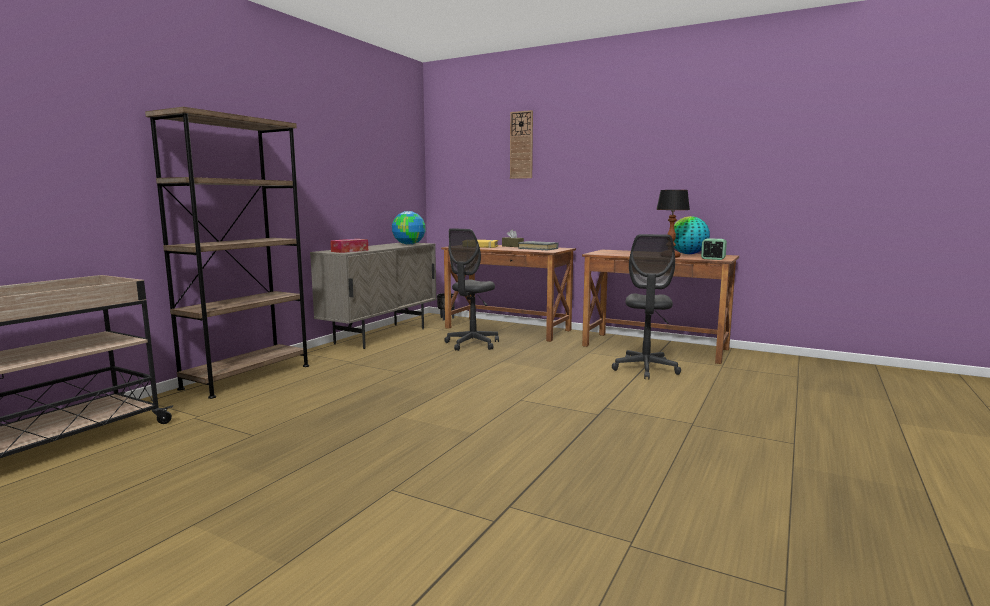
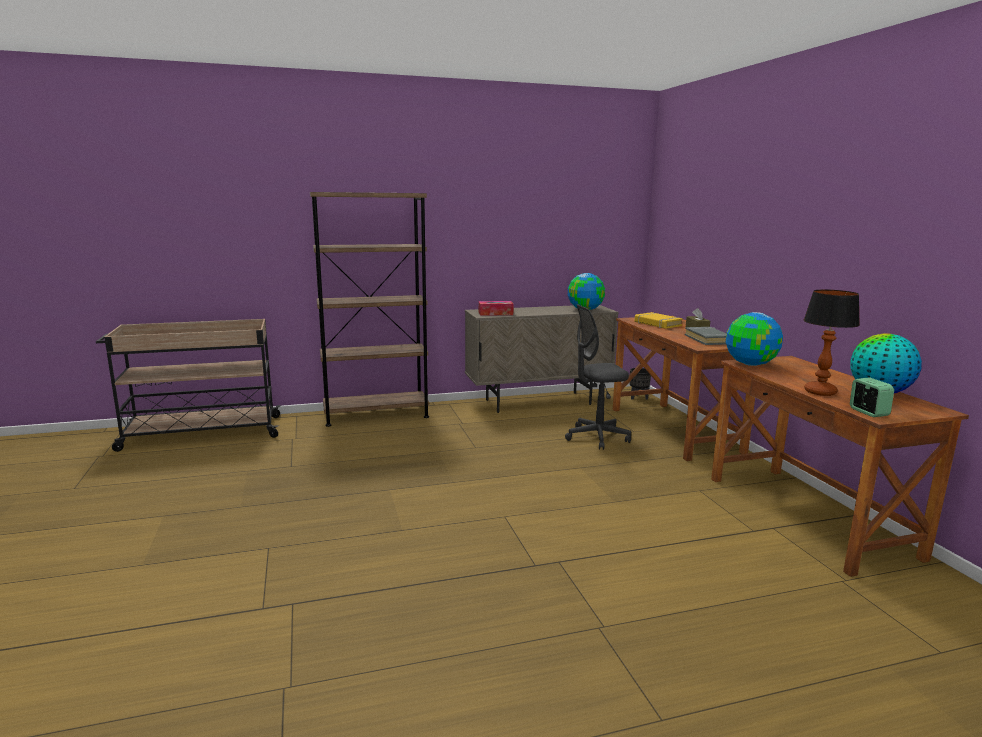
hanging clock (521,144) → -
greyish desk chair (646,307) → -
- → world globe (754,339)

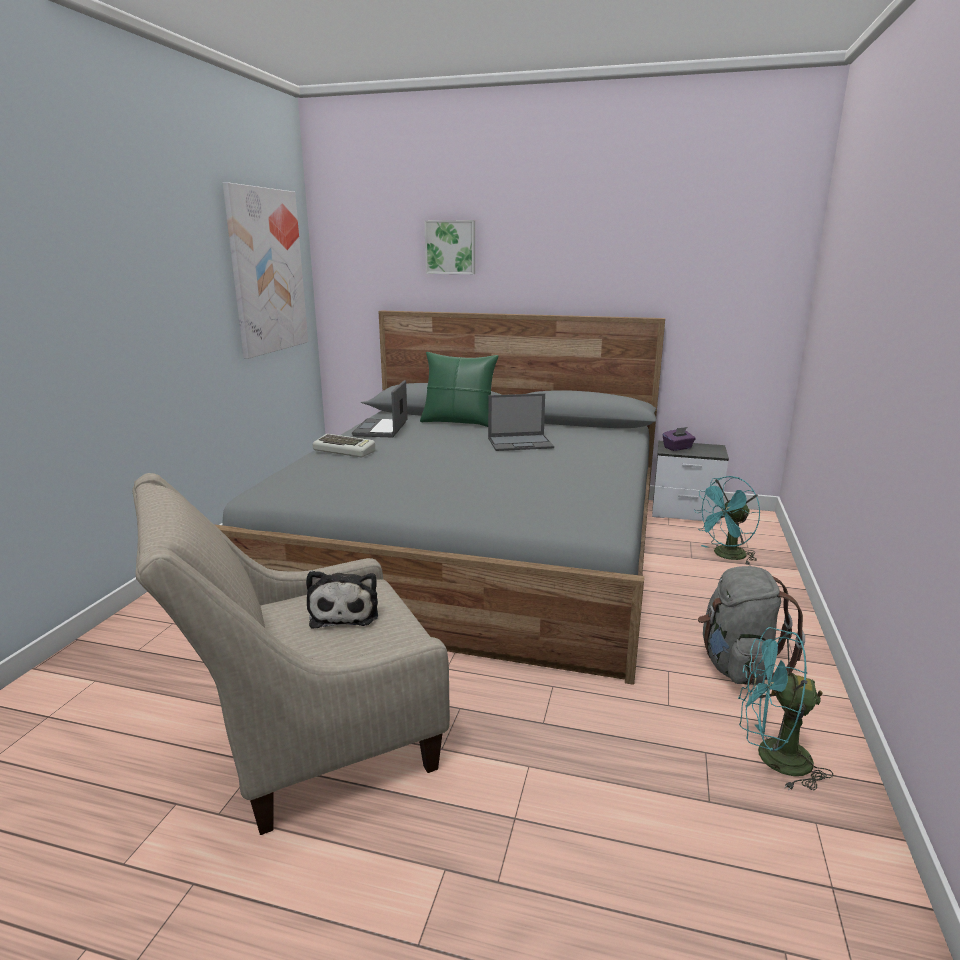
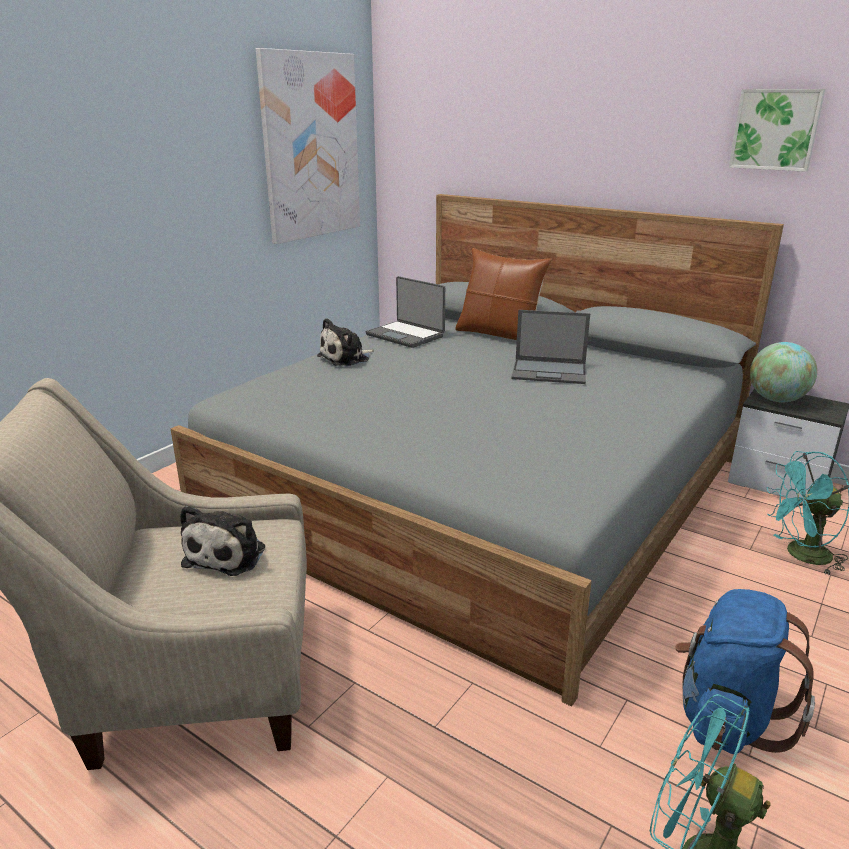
wall art (449,247) → wall art (777,130), shifted
computer keyboard (344,446) → plush toy (345,342)
purplish tissue box (679,439) → world globe (783,372)
green throw pillow (459,389) → brown throw pillow (503,294)
greyish backpack (751,625) → blue backpack (745,671)
notebook computer (380,408) → notebook computer (405,312), 75 degrees counterclockwise

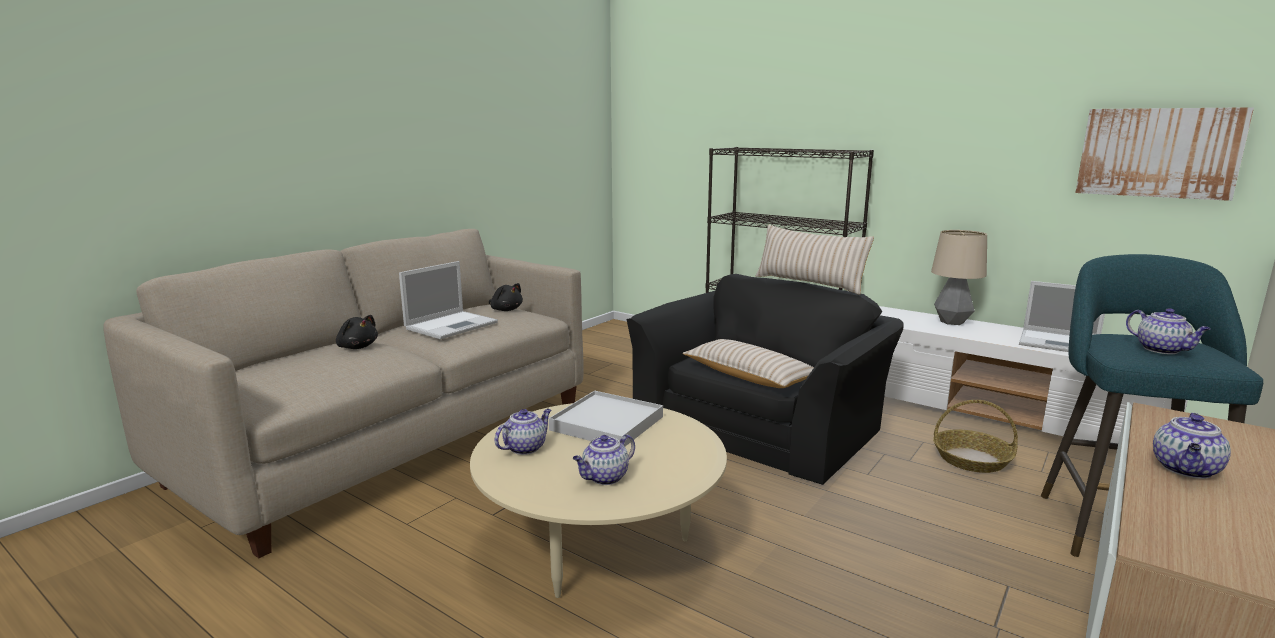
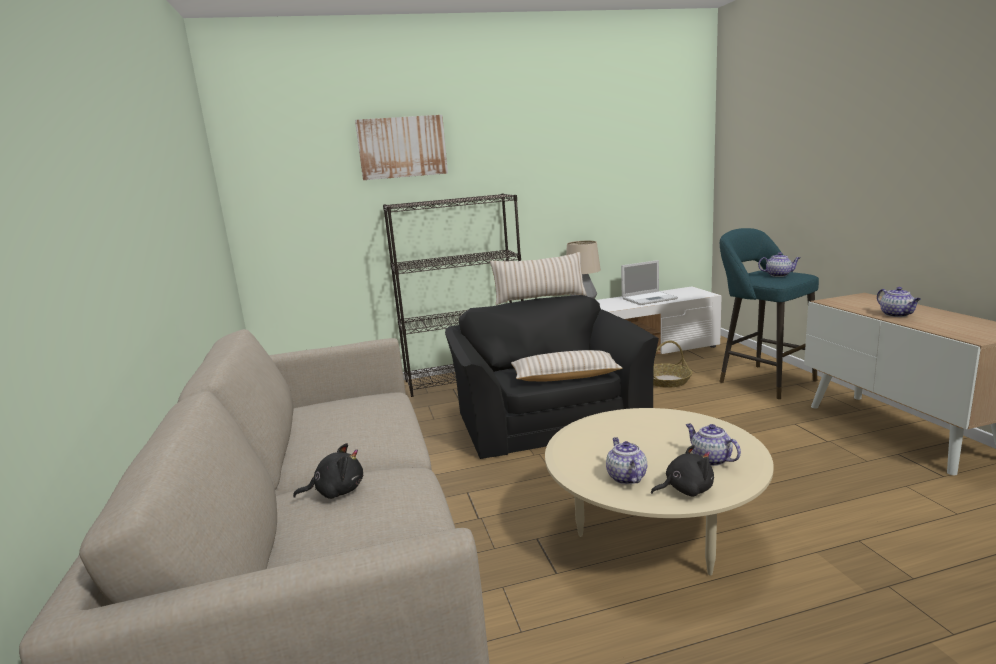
notebook computer (448,300) → -
white-coloured carrying tray (606,419) → -
black-coloured plush toy (506,297) → black-coloured plush toy (682,471), shifted
wall art (1165,154) → wall art (401,147), shifted
pot for tea (604,459) → pot for tea (713,445), 150 degrees clockwise

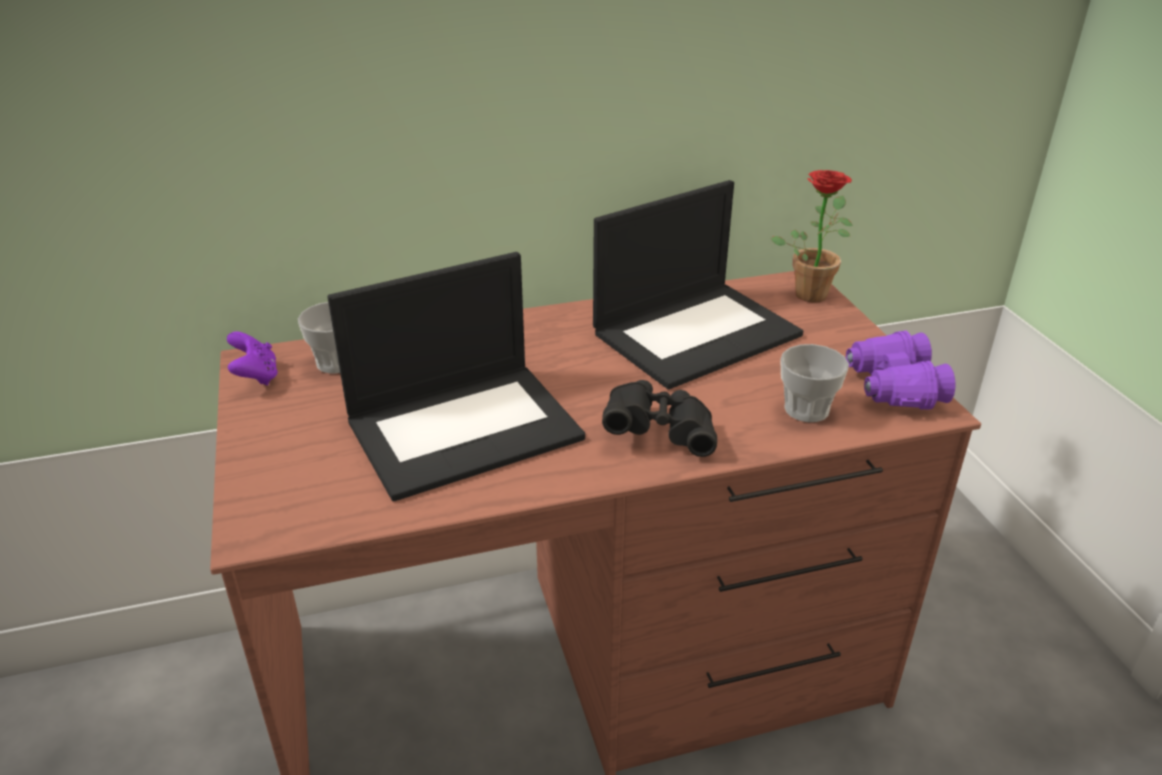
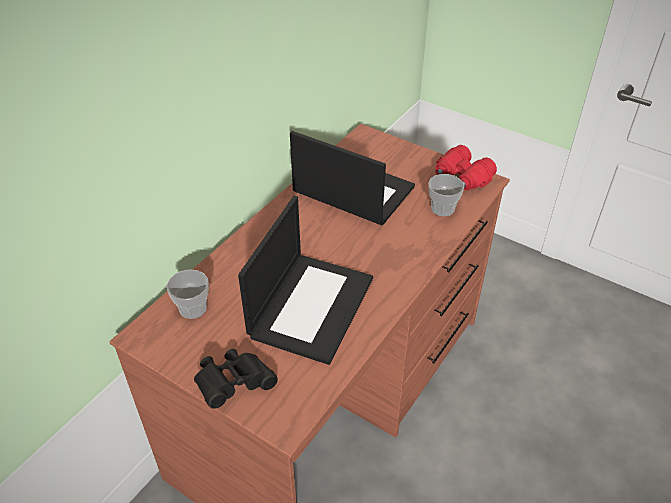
purplish game controller (252,359) → -
potted plant (811,236) → -
black-coloured pair of binoculars (659,418) → black-coloured pair of binoculars (236,379), shifted
purplish pair of binoculars (900,370) → red-coloured pair of binoculars (466,167)
notebook computer (698,284) → notebook computer (352,178), 75 degrees counterclockwise

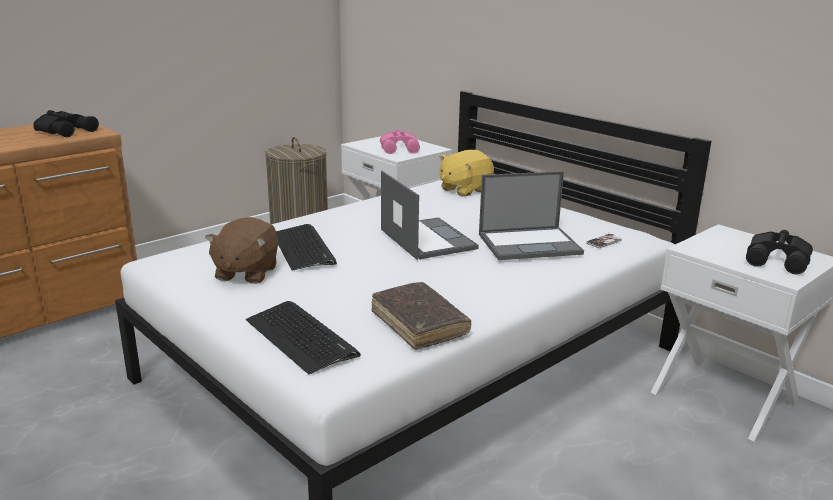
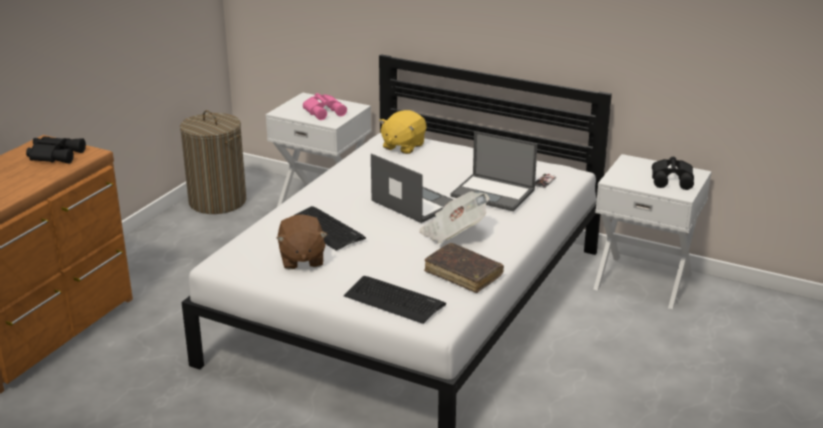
- → newspaper (454,217)
notebook computer (531,215) → notebook computer (493,171), 60 degrees clockwise

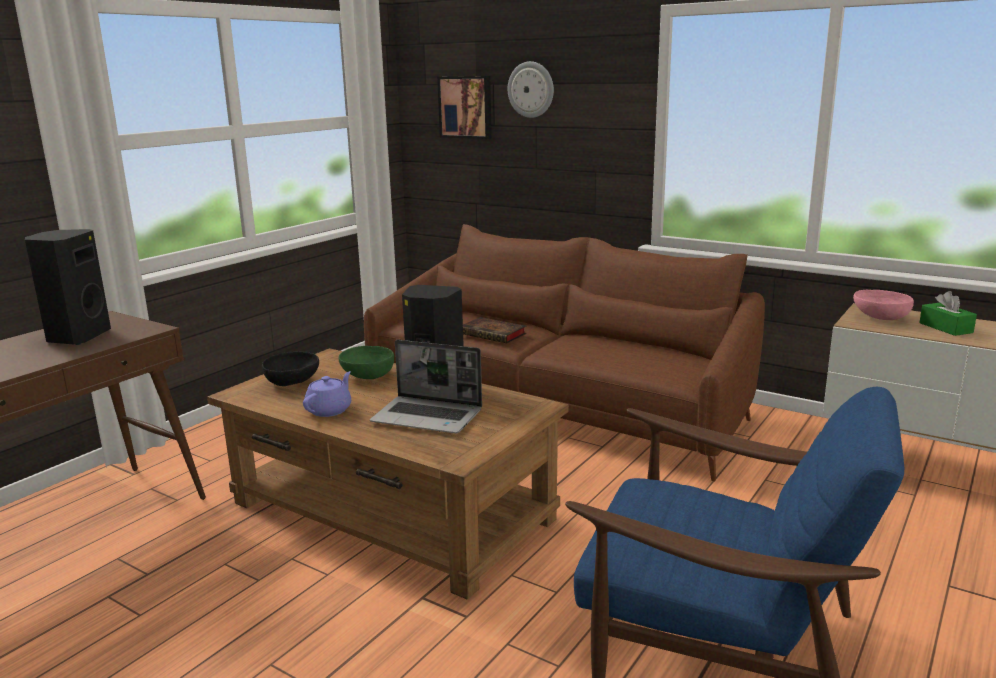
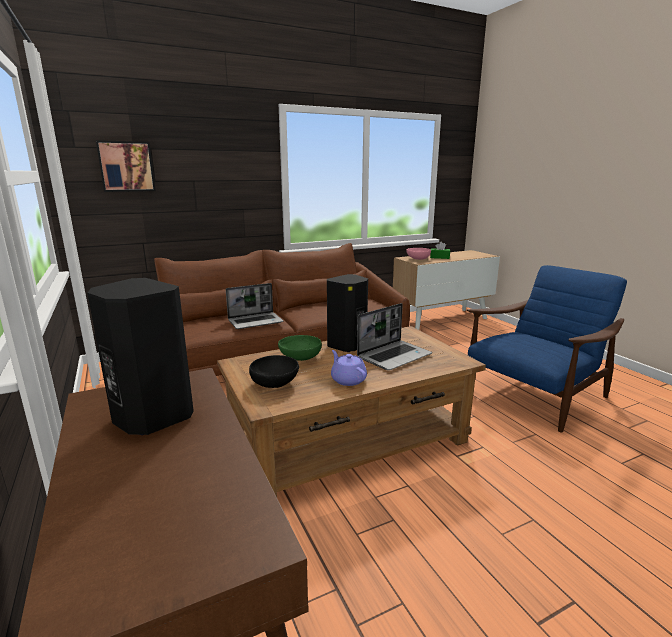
hanging clock (531,89) → -
bound book (494,330) → notebook computer (255,306)

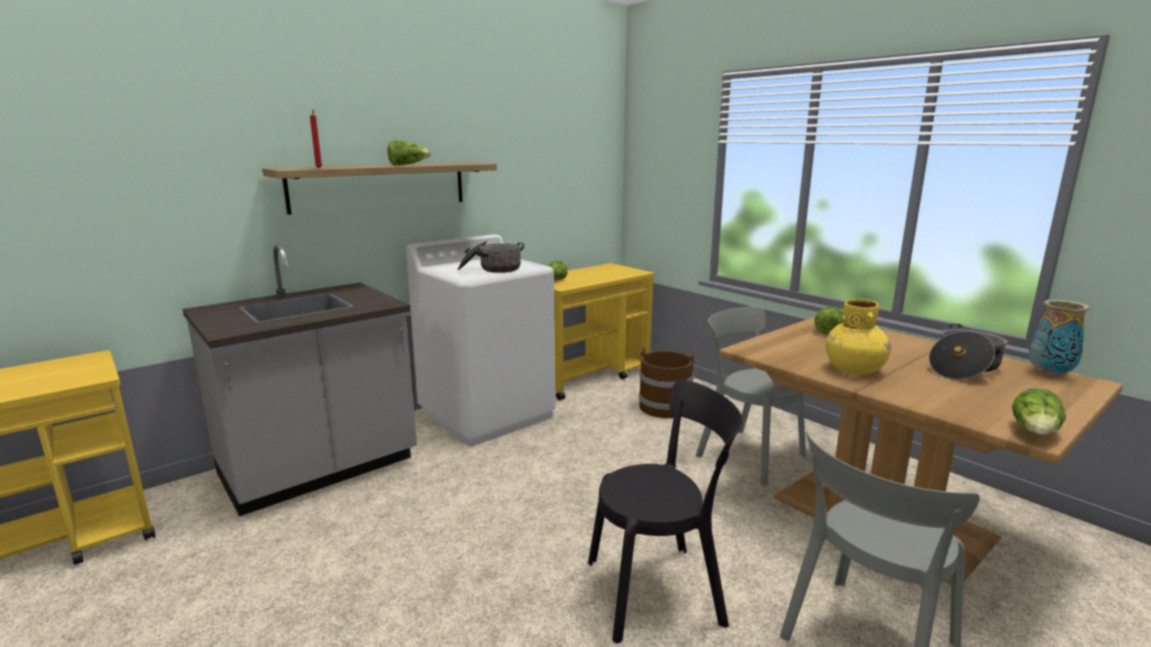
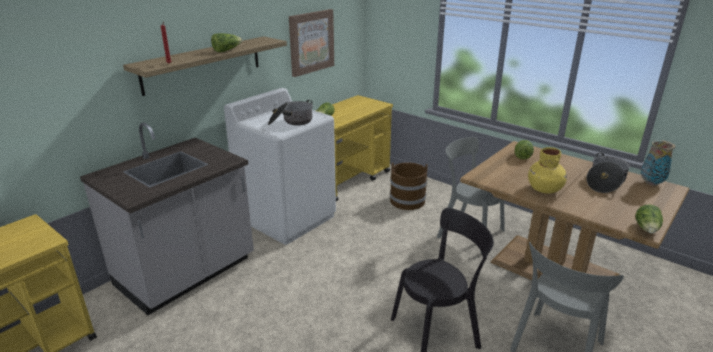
- → wall art (311,43)

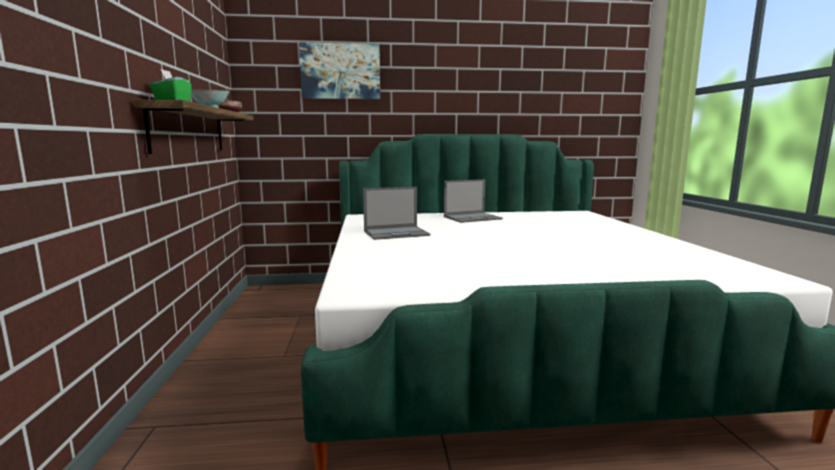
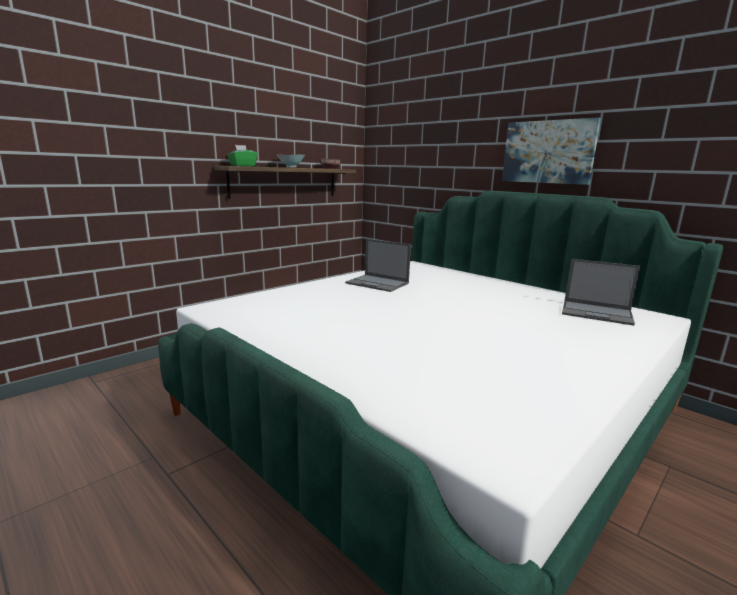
wall art (339,70) → wall art (551,151), shifted
notebook computer (473,201) → notebook computer (601,292), shifted

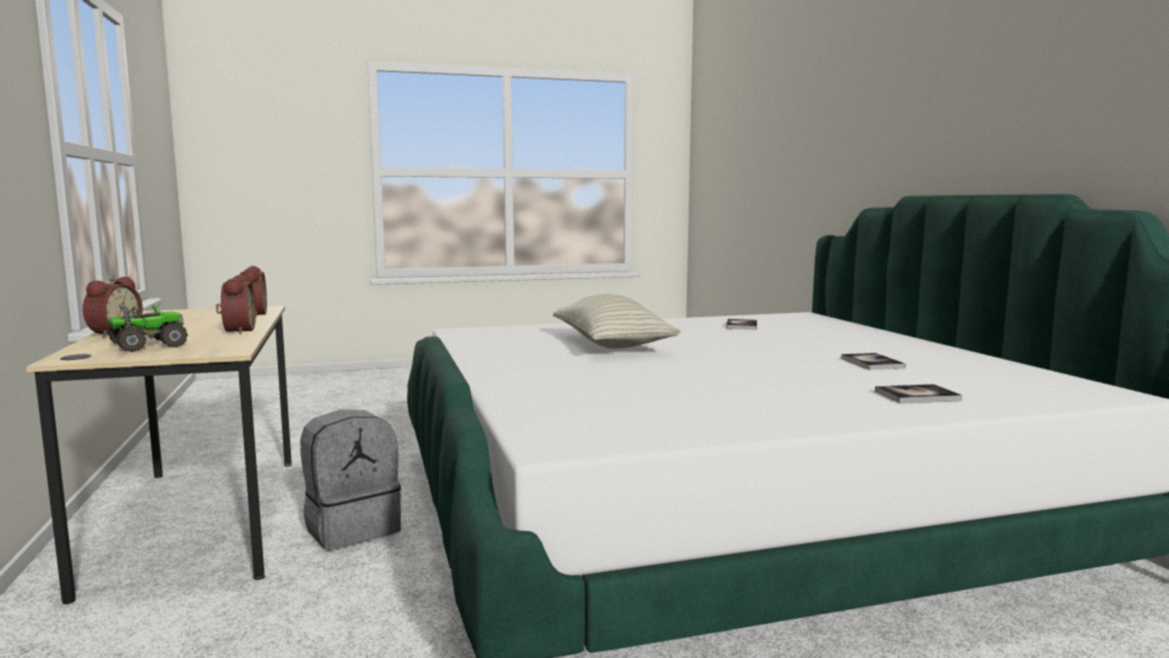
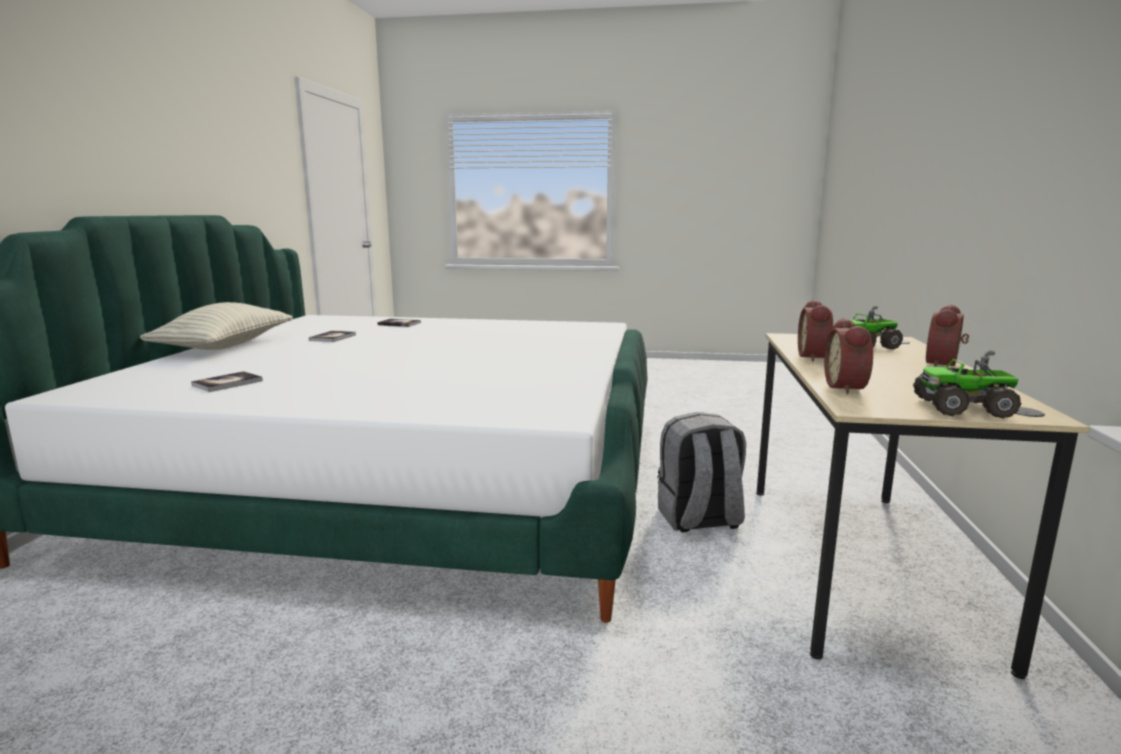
- → model truck (967,385)
throw pillow (617,321) → throw pillow (216,326), shifted

